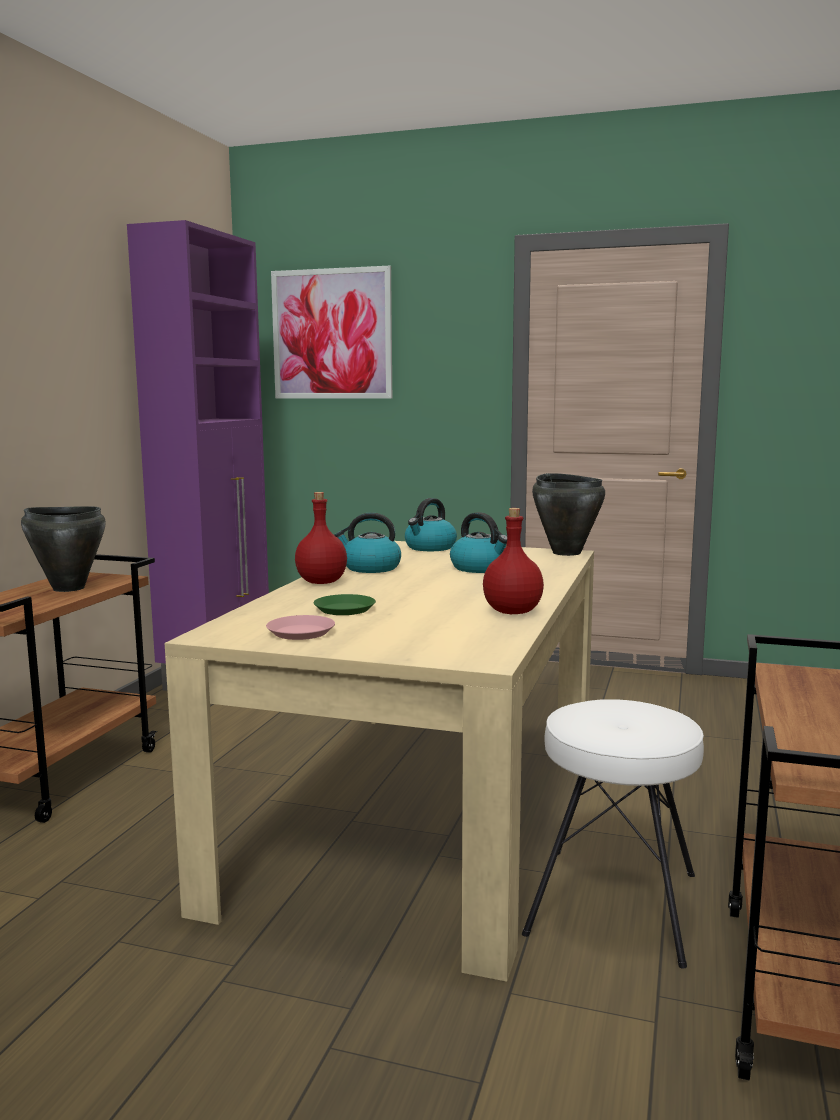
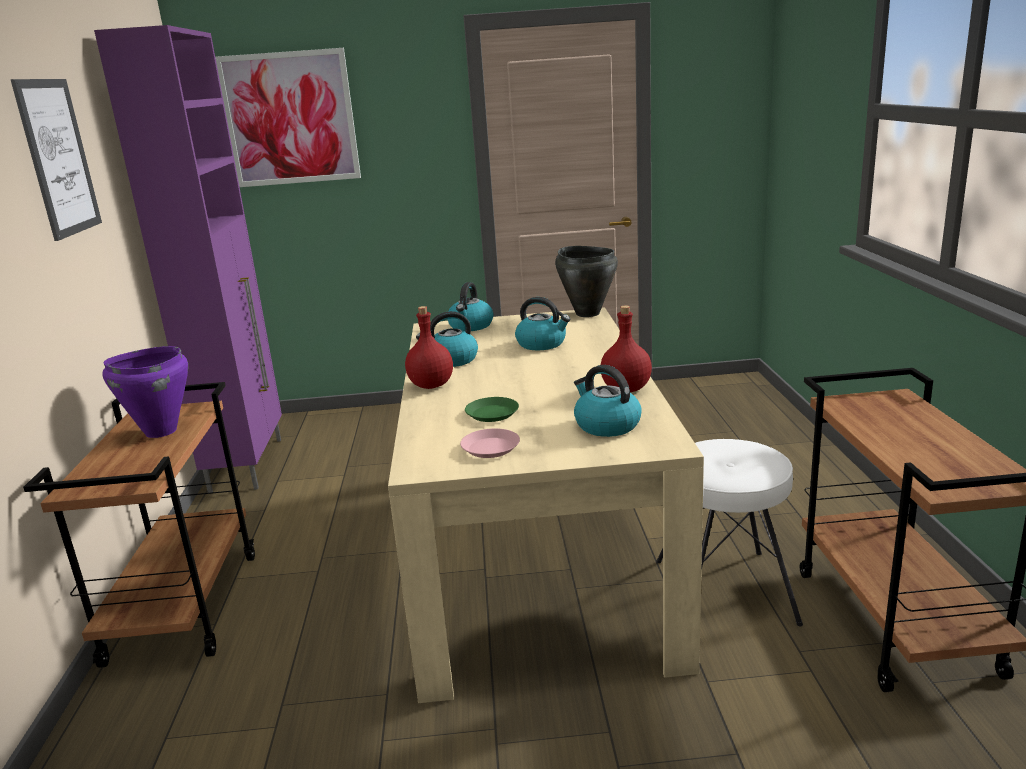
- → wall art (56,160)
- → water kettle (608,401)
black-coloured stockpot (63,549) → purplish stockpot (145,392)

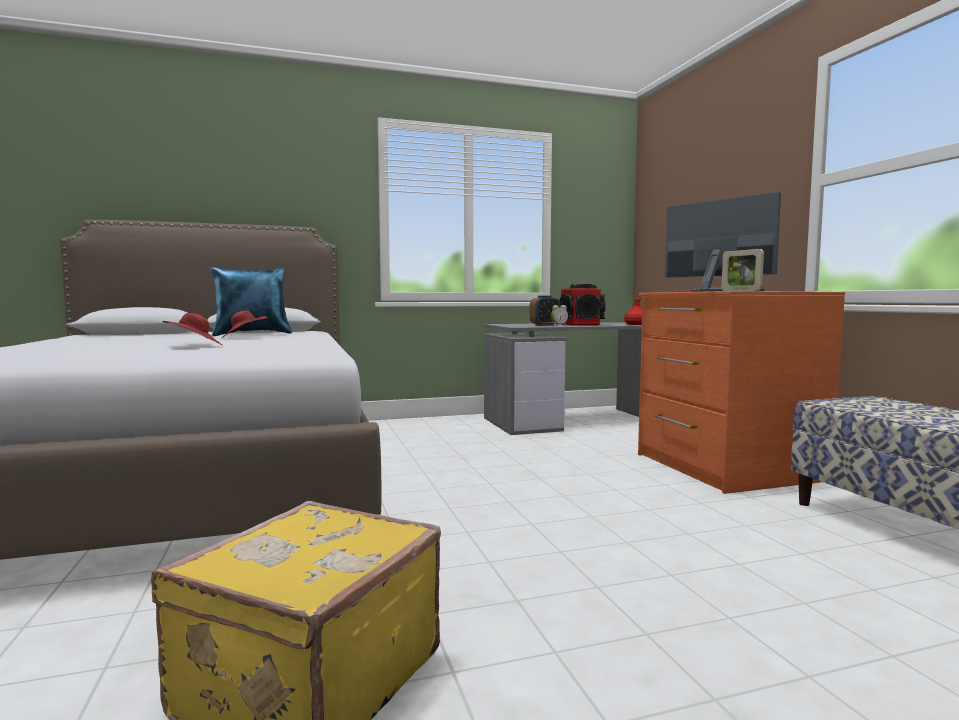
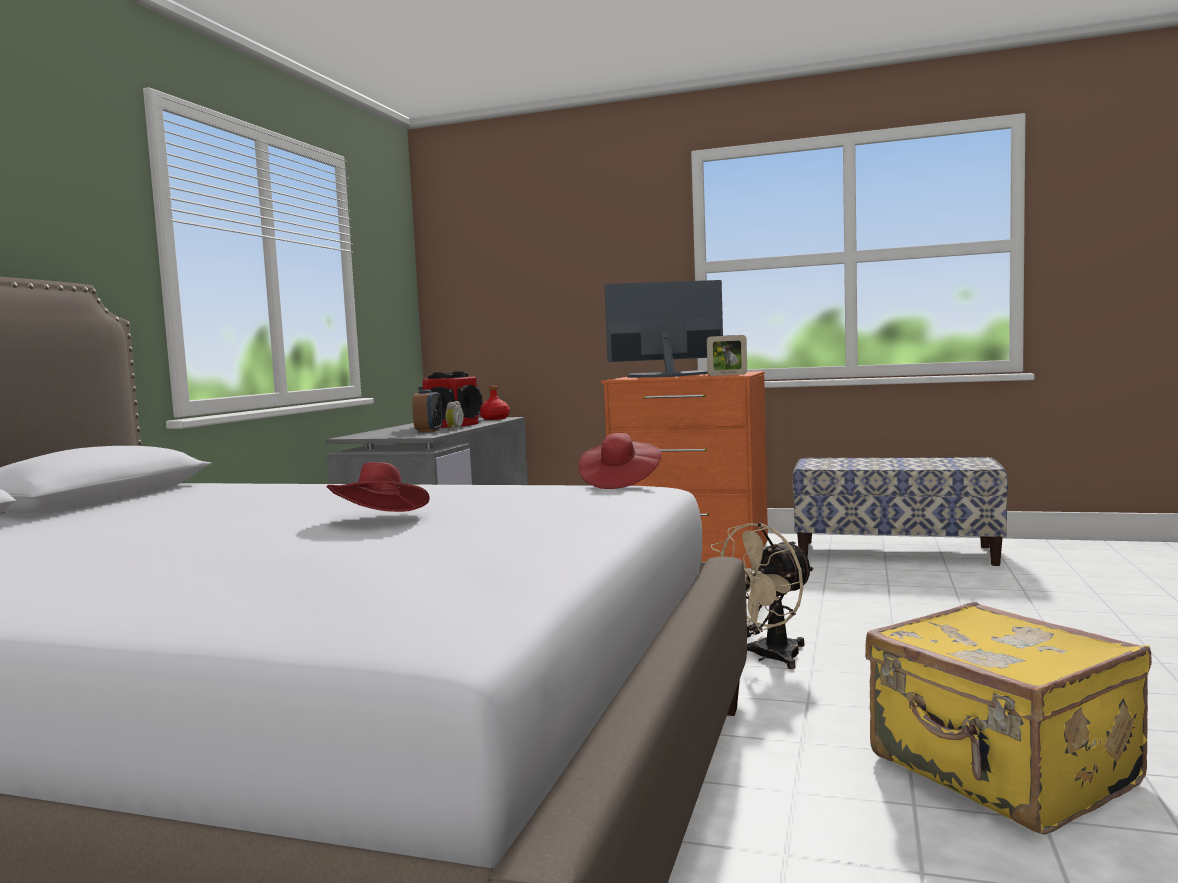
blue throw pillow (251,301) → -
- → beige fan (762,596)
red-coloured wearable hat (244,324) → red-coloured wearable hat (619,461), shifted

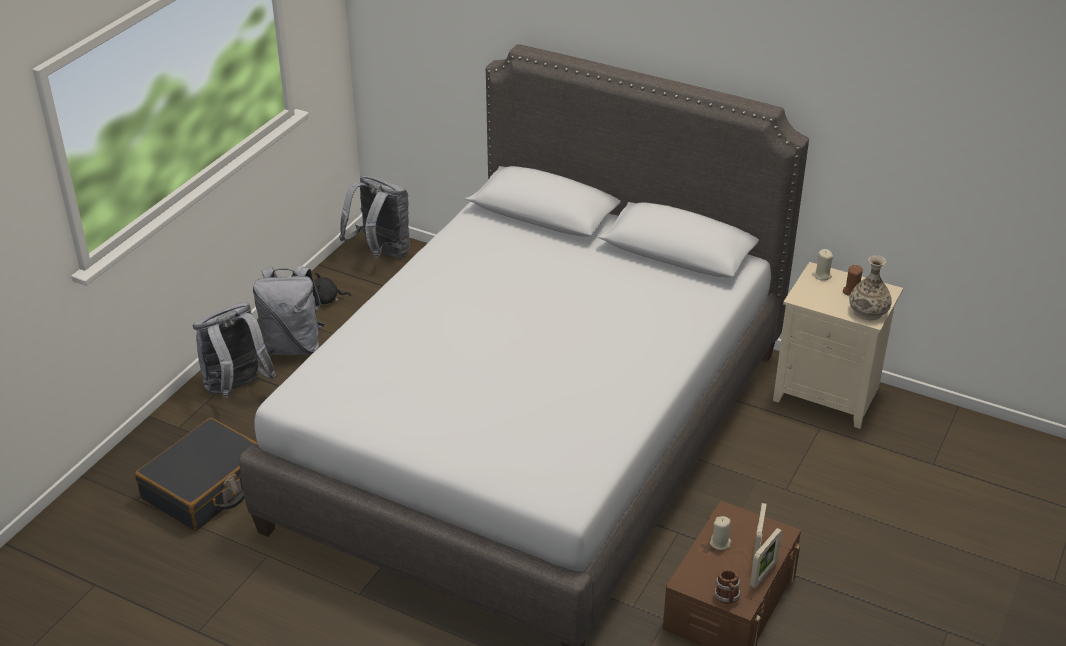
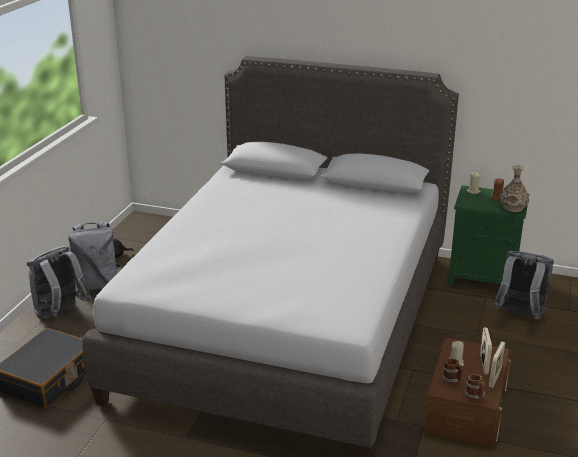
- → mug (452,371)
greyish backpack (374,216) → greyish backpack (524,285), shifted
beige nightstand (838,345) → green nightstand (488,235)

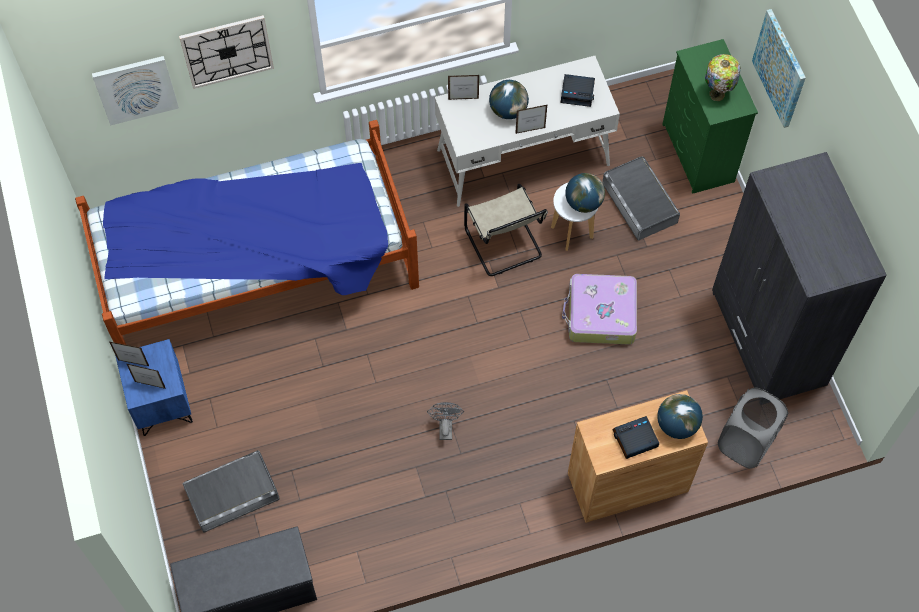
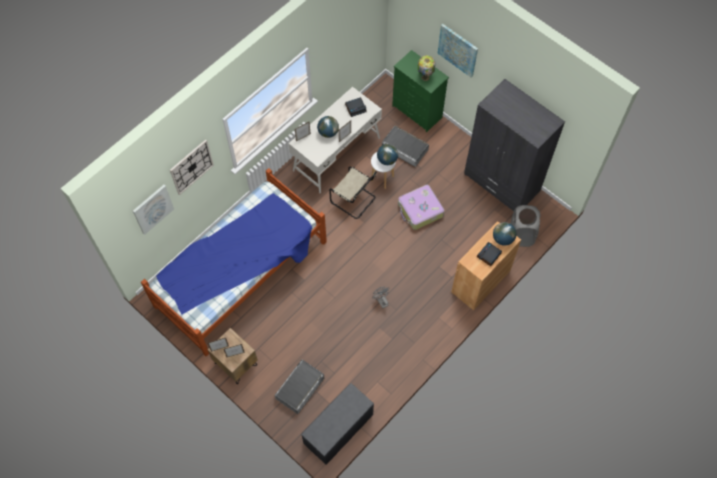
blue nightstand (154,387) → brown nightstand (232,356)

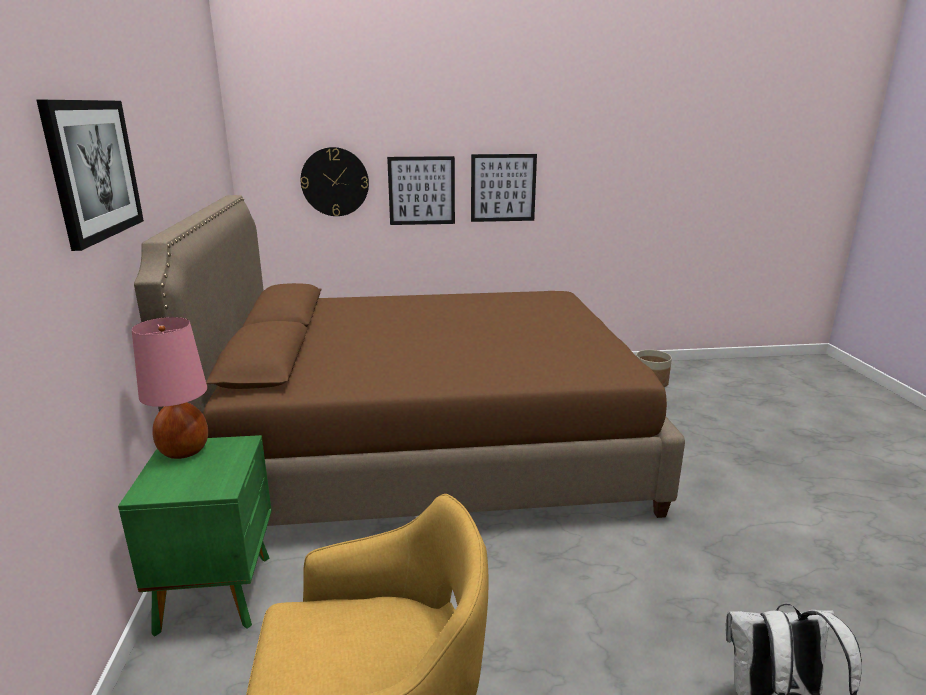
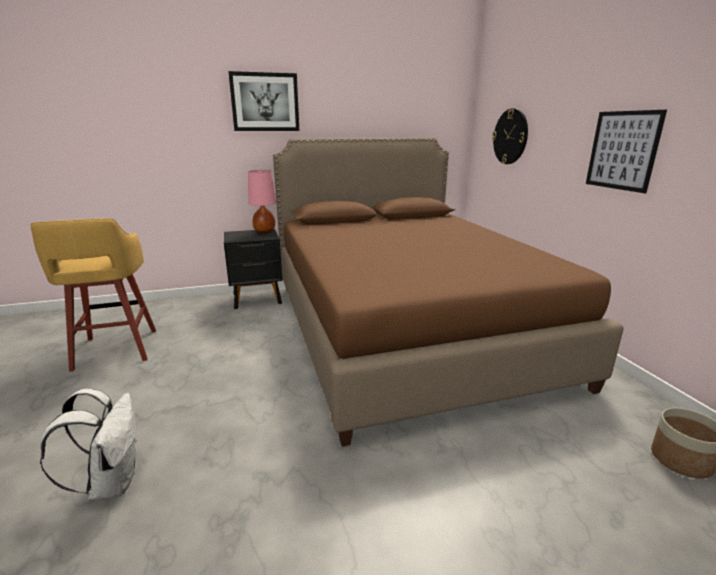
wall art (421,190) → -
green nightstand (195,536) → black-coloured nightstand (253,269)

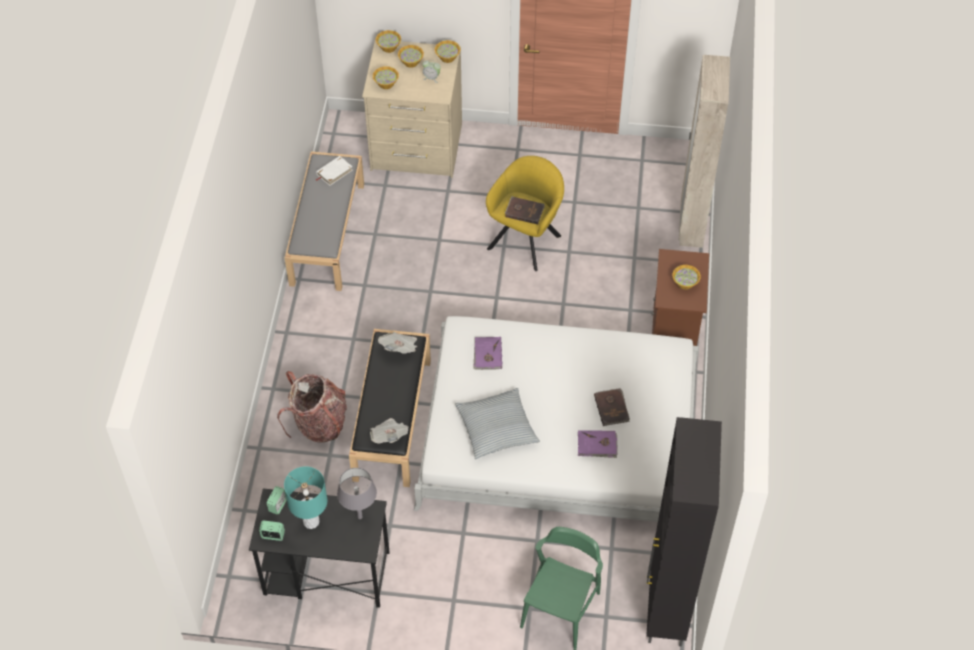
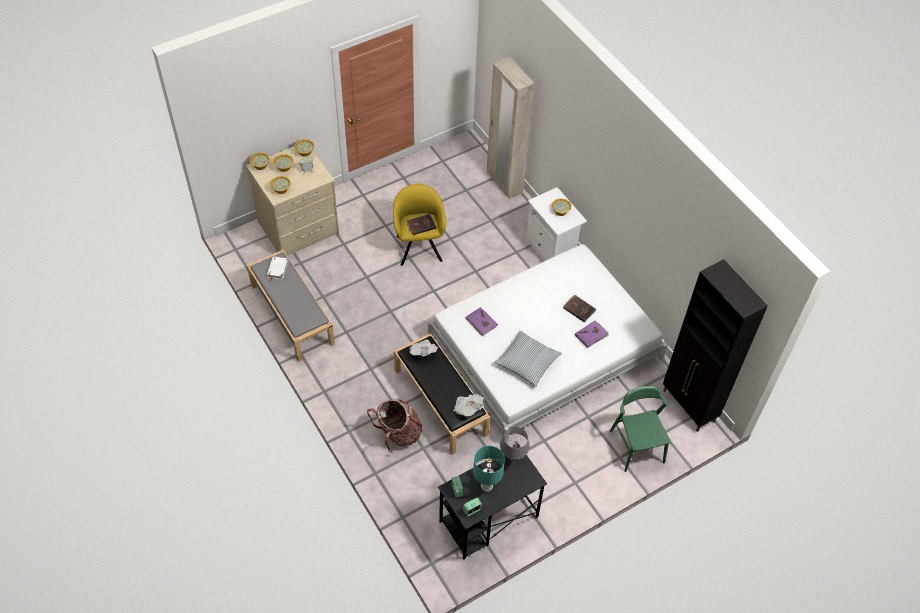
brown nightstand (680,297) → white-coloured nightstand (556,224)

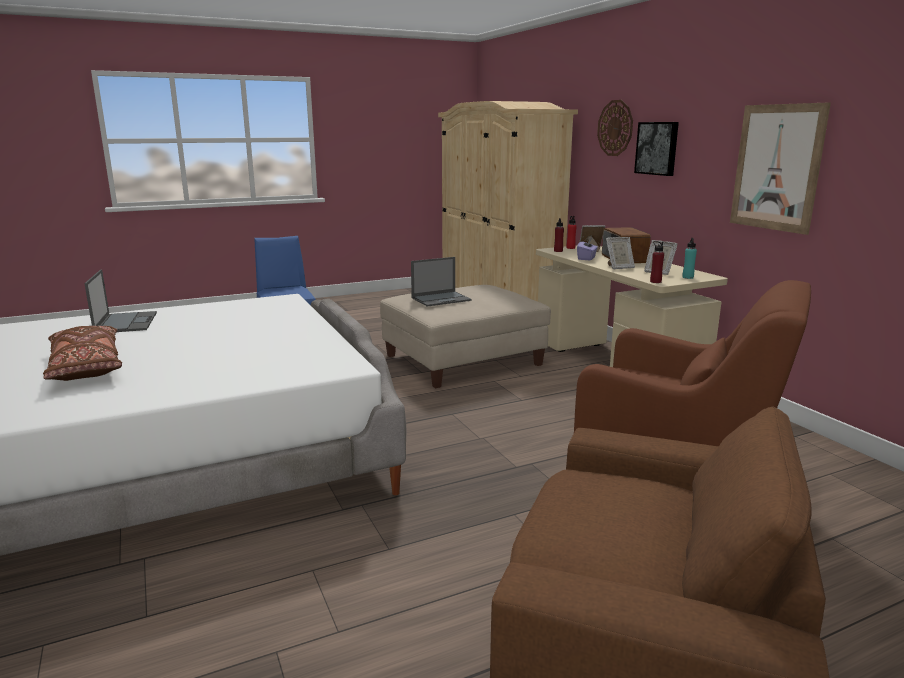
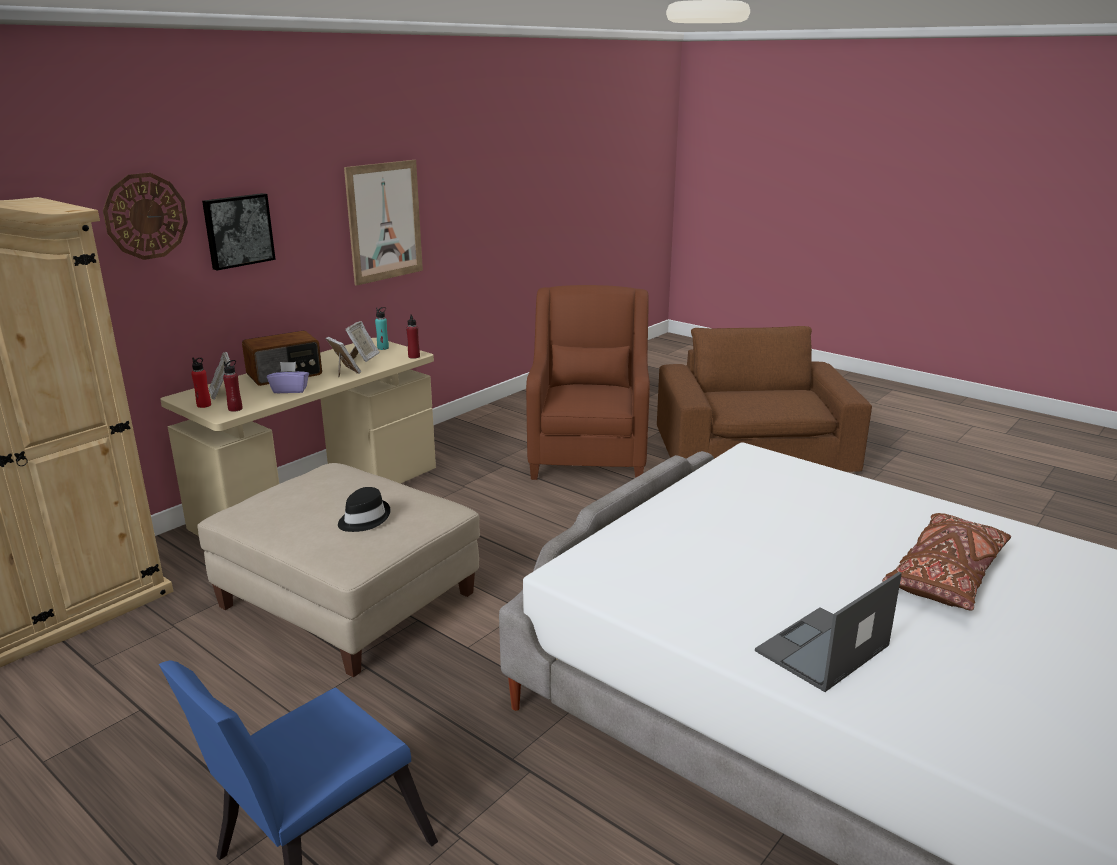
notebook computer (441,282) → black-coloured wearable hat (364,509)

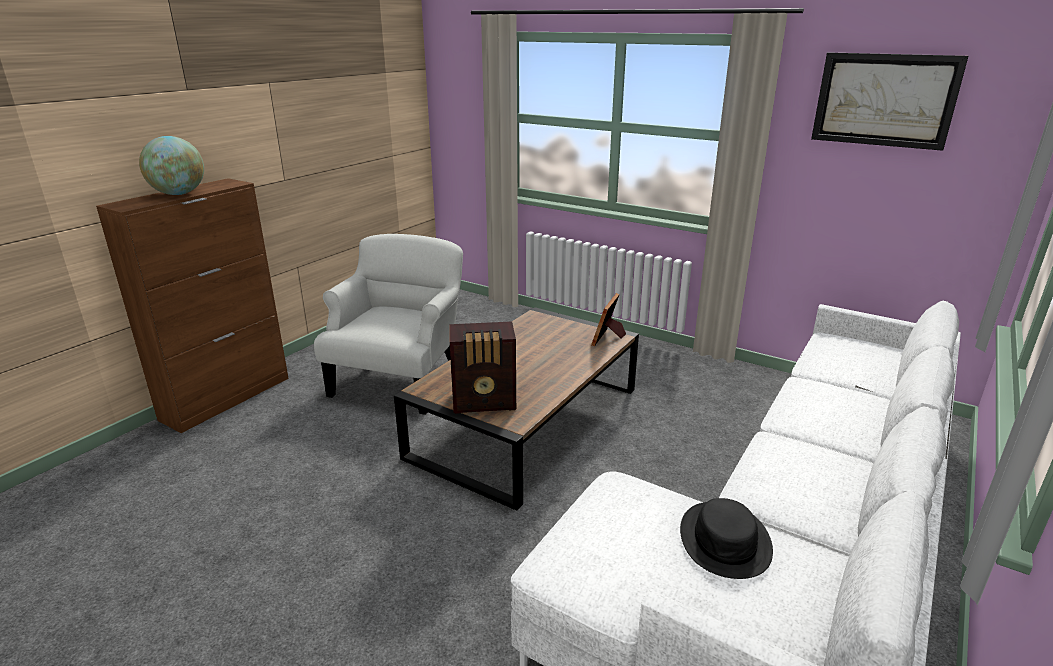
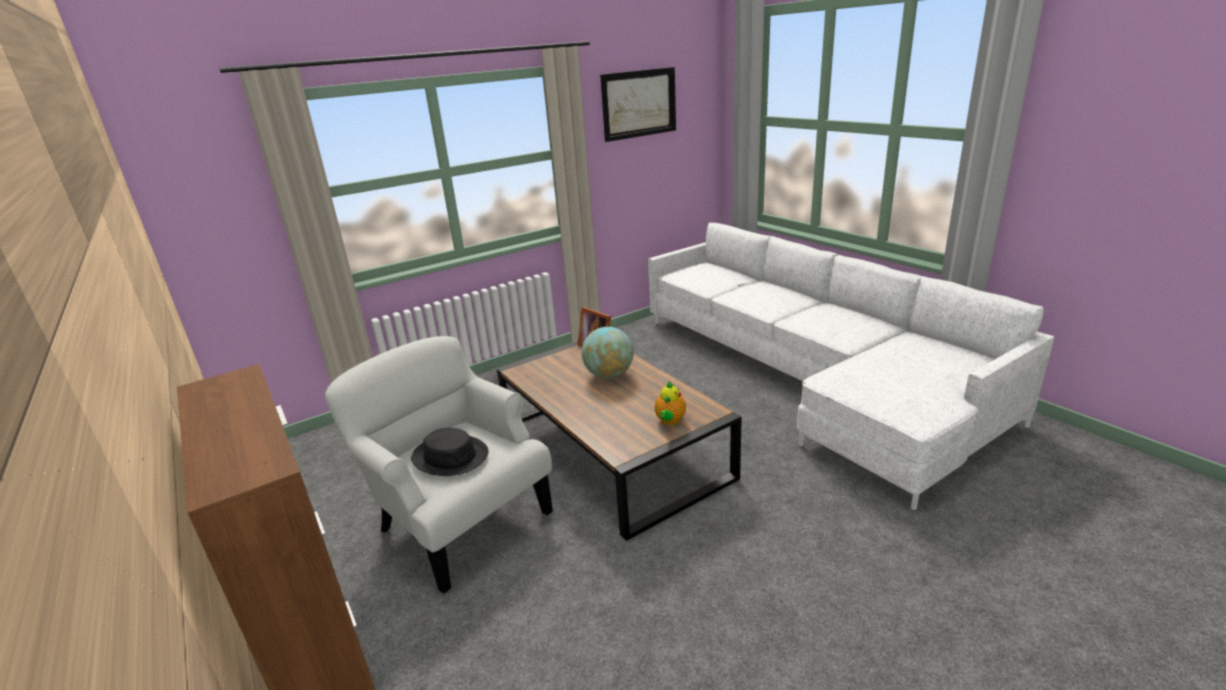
world globe (171,165) → world globe (608,353), shifted
black-coloured wearable hat (726,538) → black-coloured wearable hat (450,451), shifted
radio receiver (482,368) → pot for tea (670,403)

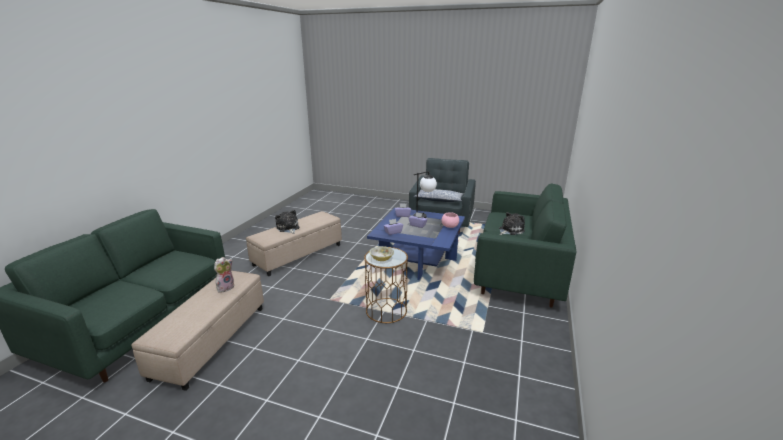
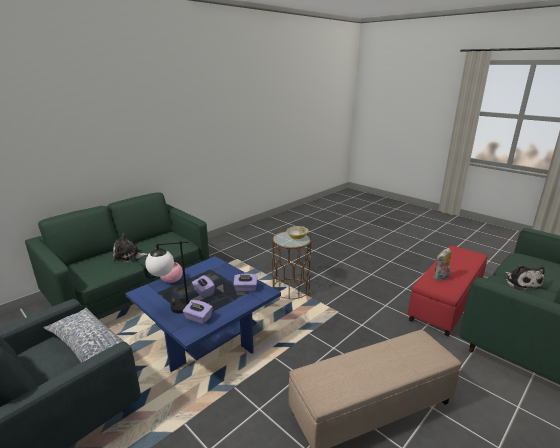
plush toy (287,222) → plush toy (524,277), shifted
beige ottoman (197,331) → red-coloured ottoman (448,291)

